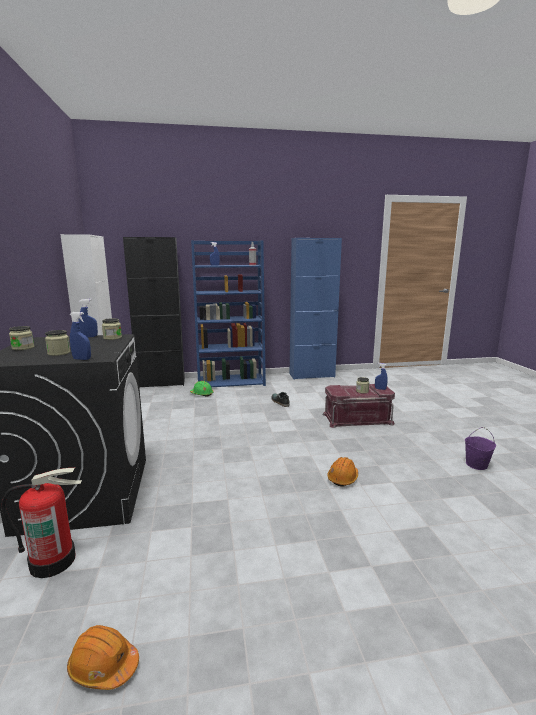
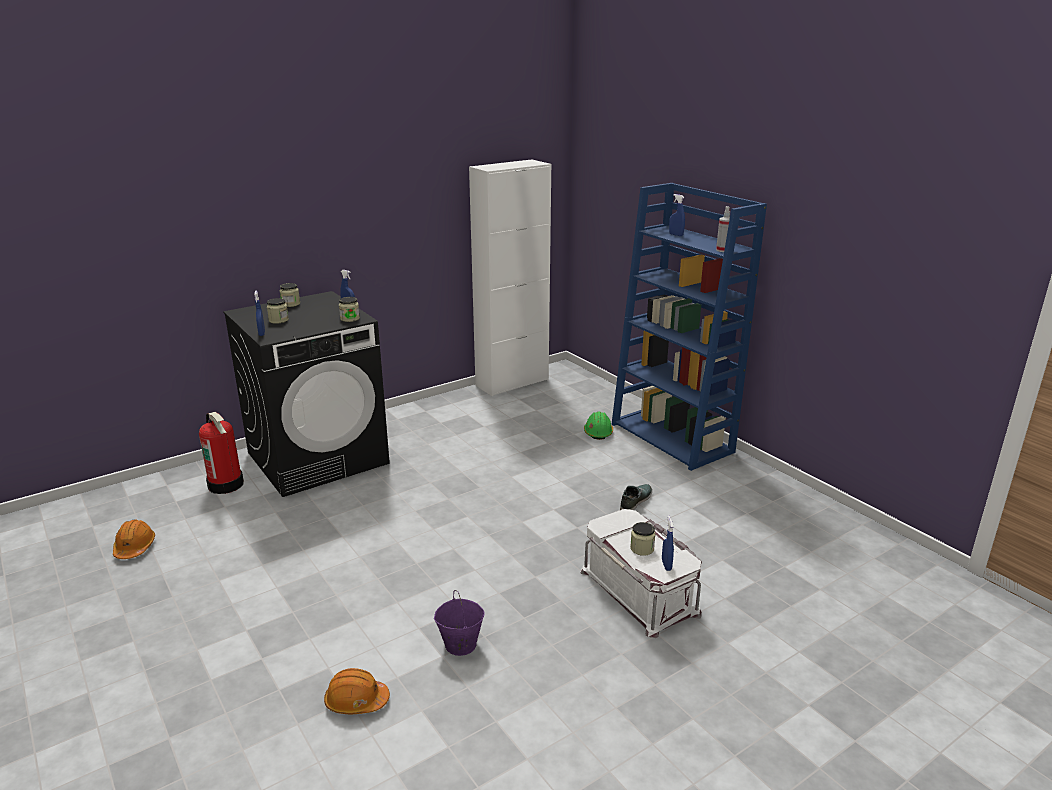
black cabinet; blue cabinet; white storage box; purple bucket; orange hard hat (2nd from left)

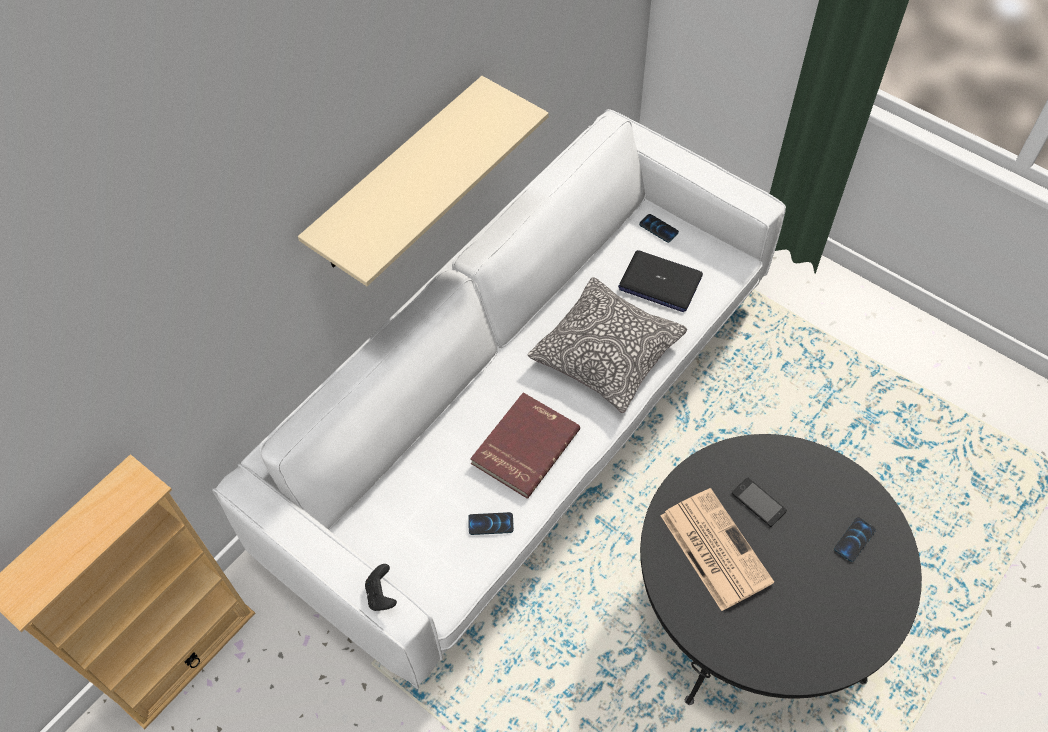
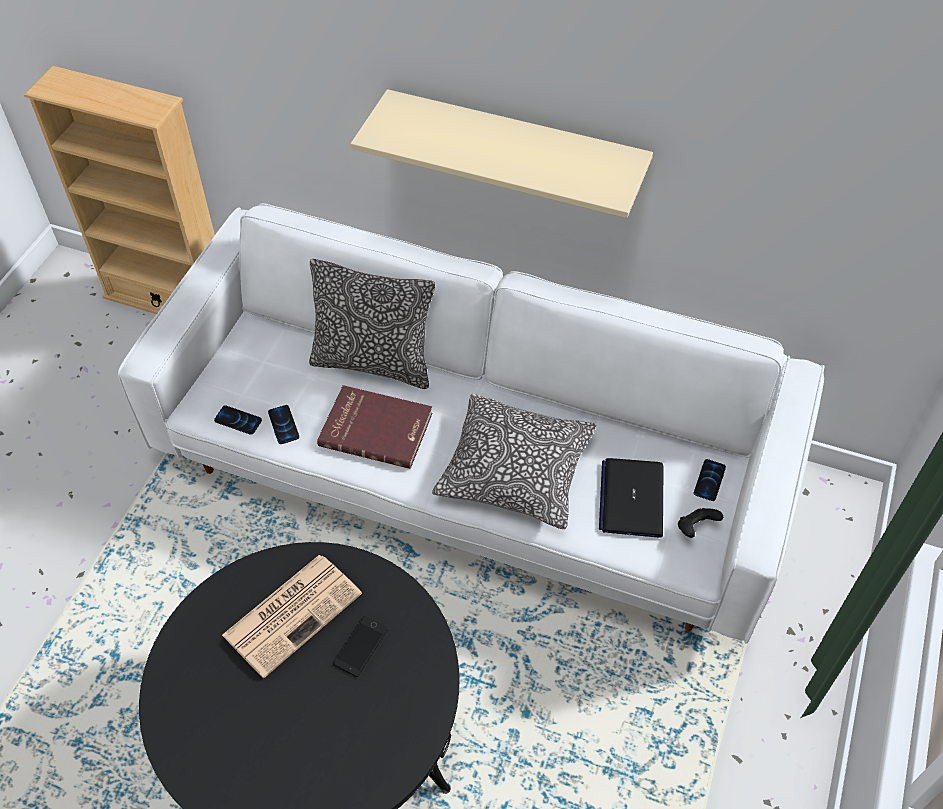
phone (1st from left); black game controller; pillow (1st from left)

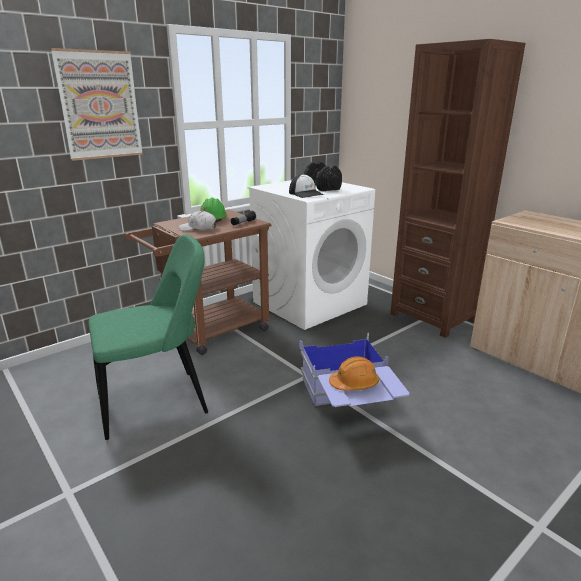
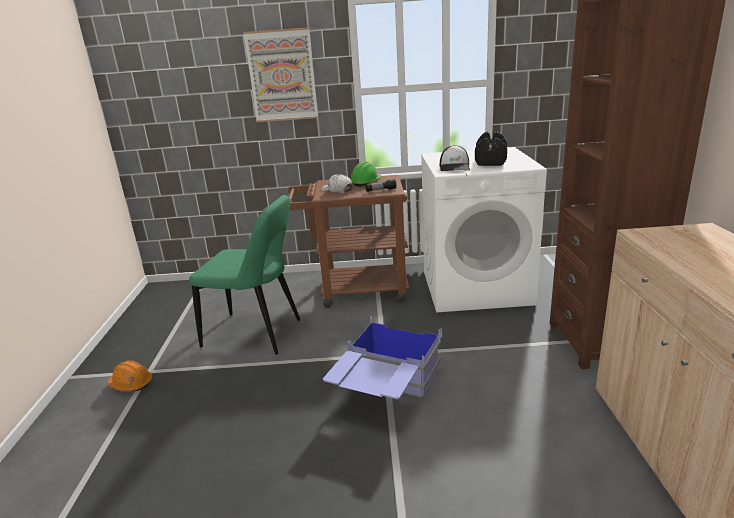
orange hard hat

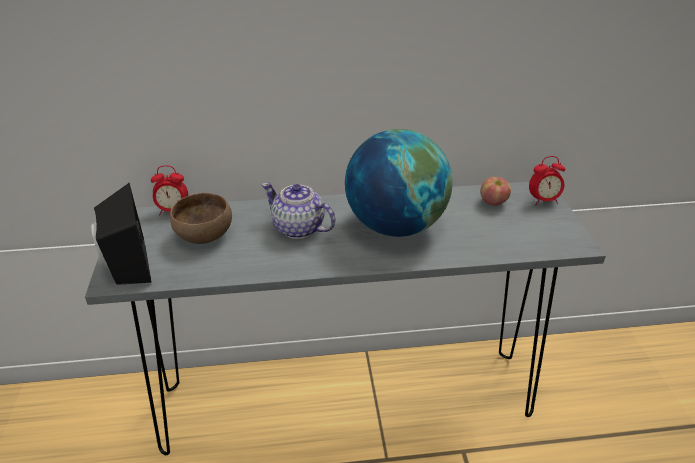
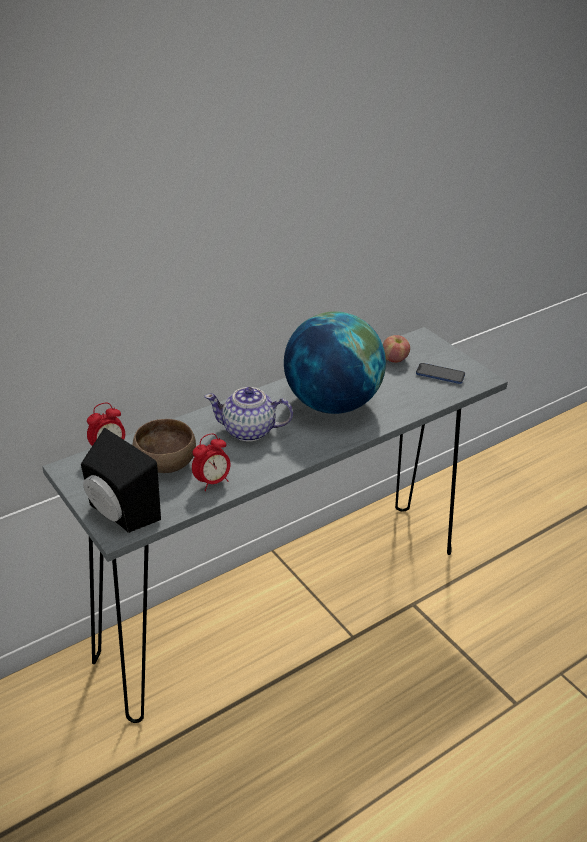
alarm clock (2nd from left); phone

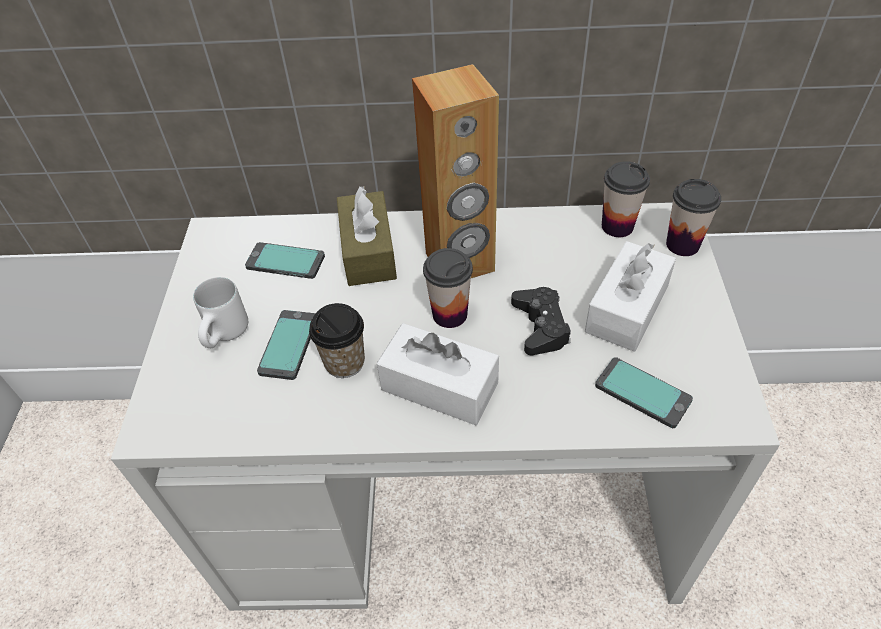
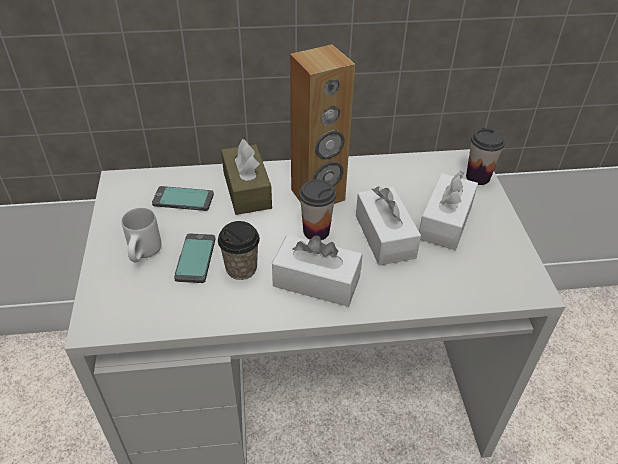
cup (3rd from left in the first image); white tissue box (2nd from left); phone (3rd from left in the first image)

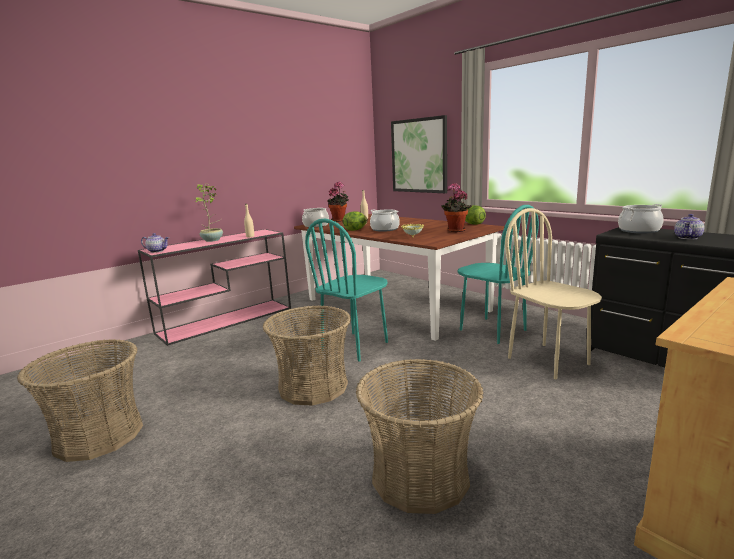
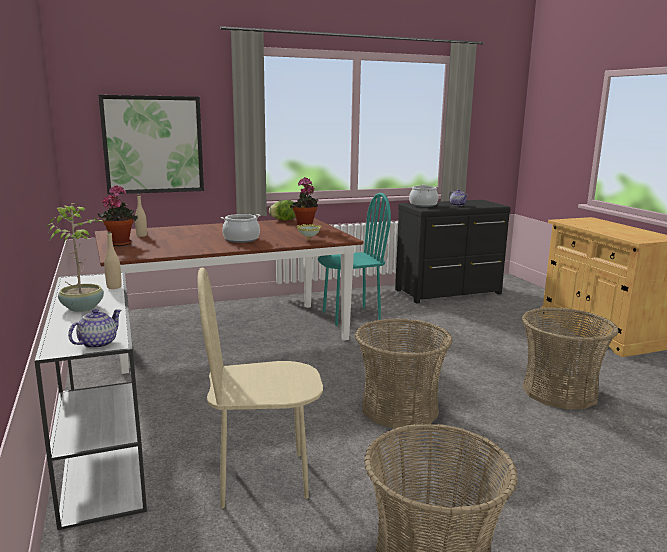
cooking pot (1st from left in the first image); beige chair; lettuce (1st from left in the first image); turquoise chair (1st from left in the first image); white console table

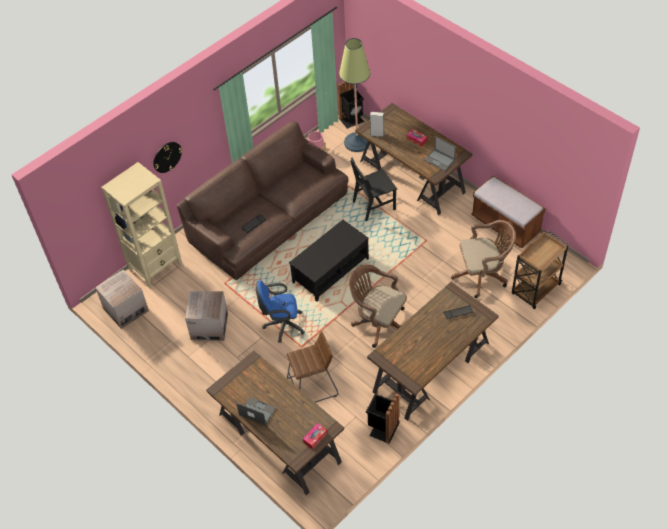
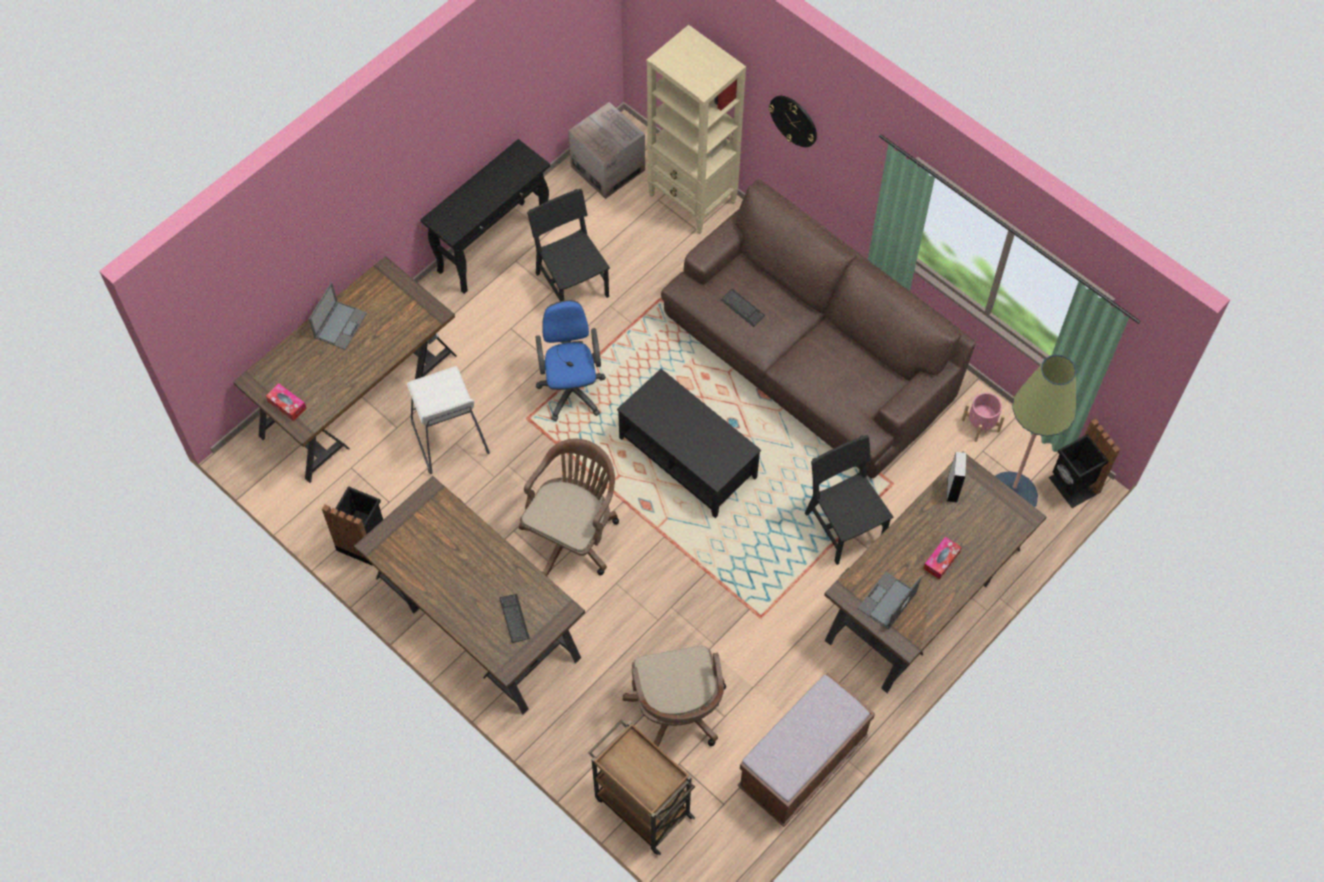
black chair (1st from left); white stool; black console table

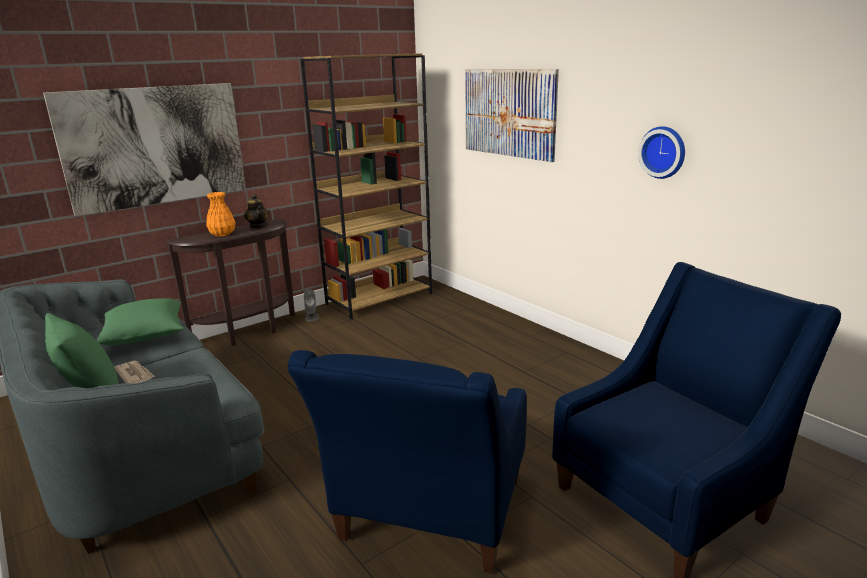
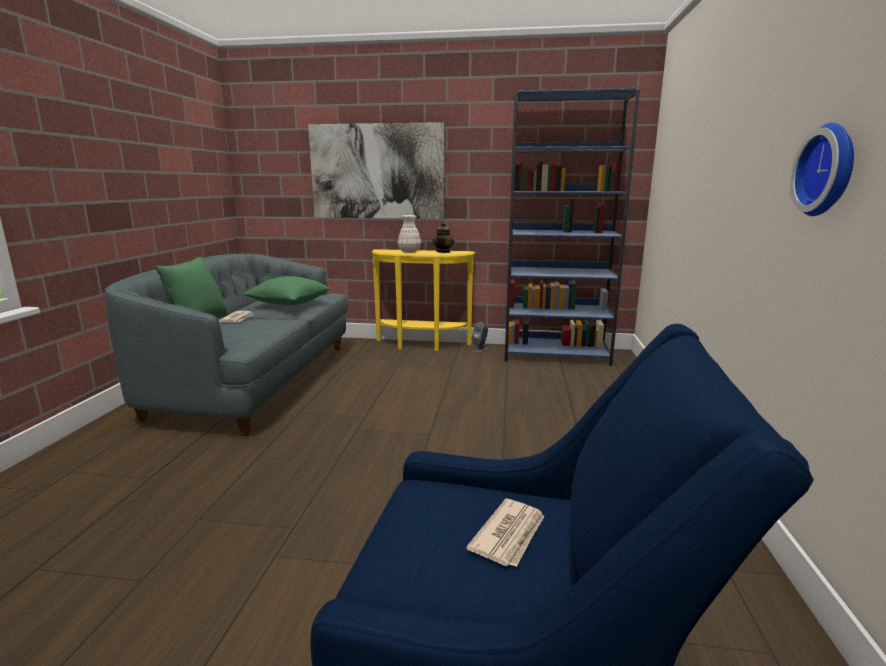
blue bookcase; picture (2nd from left in the first image); white vase; yellow console table; blue armchair (1st from left in the first image); newspaper (2nd from left)

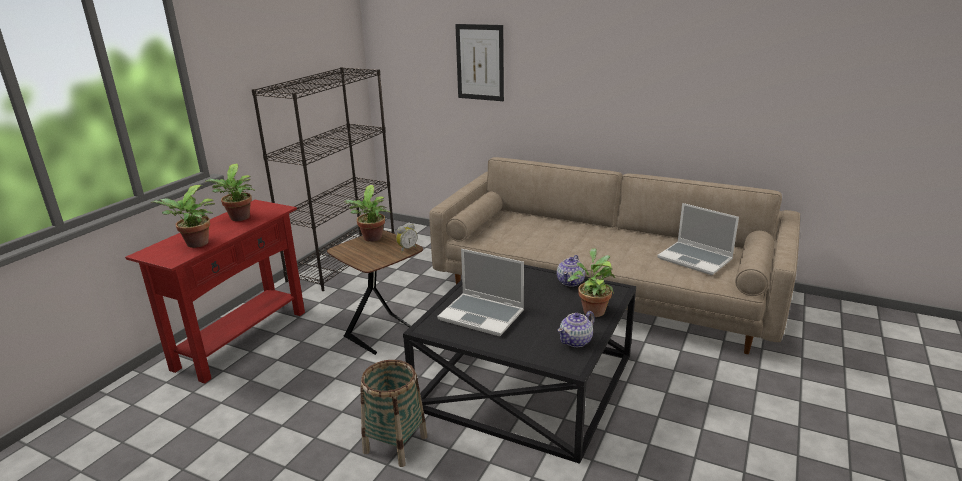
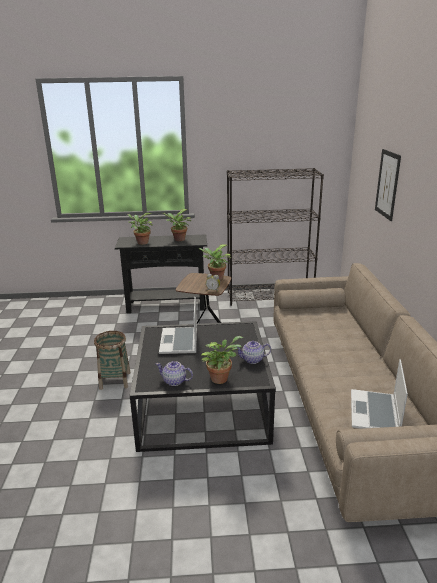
black console table

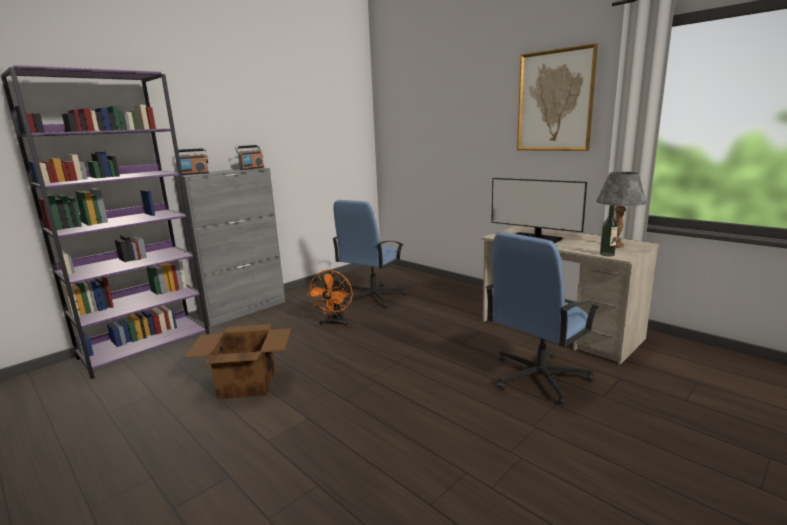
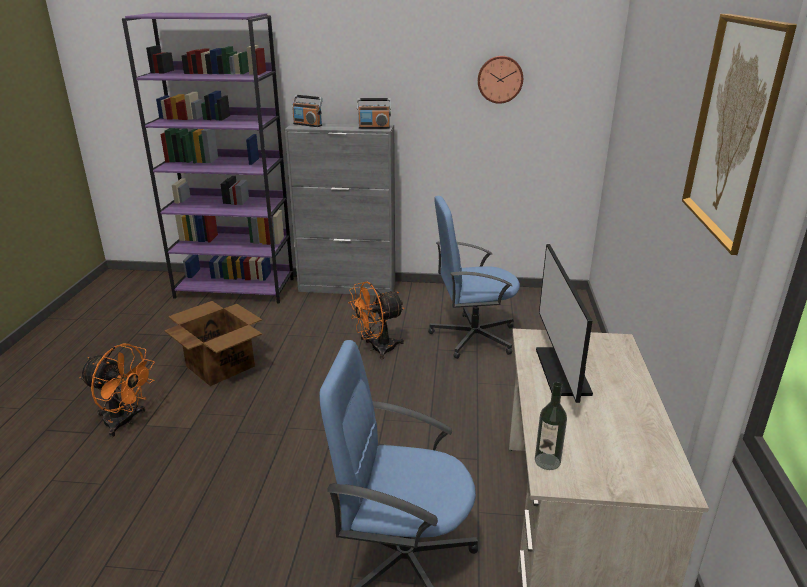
grey table lamp; wall clock; orange fan (1st from left)

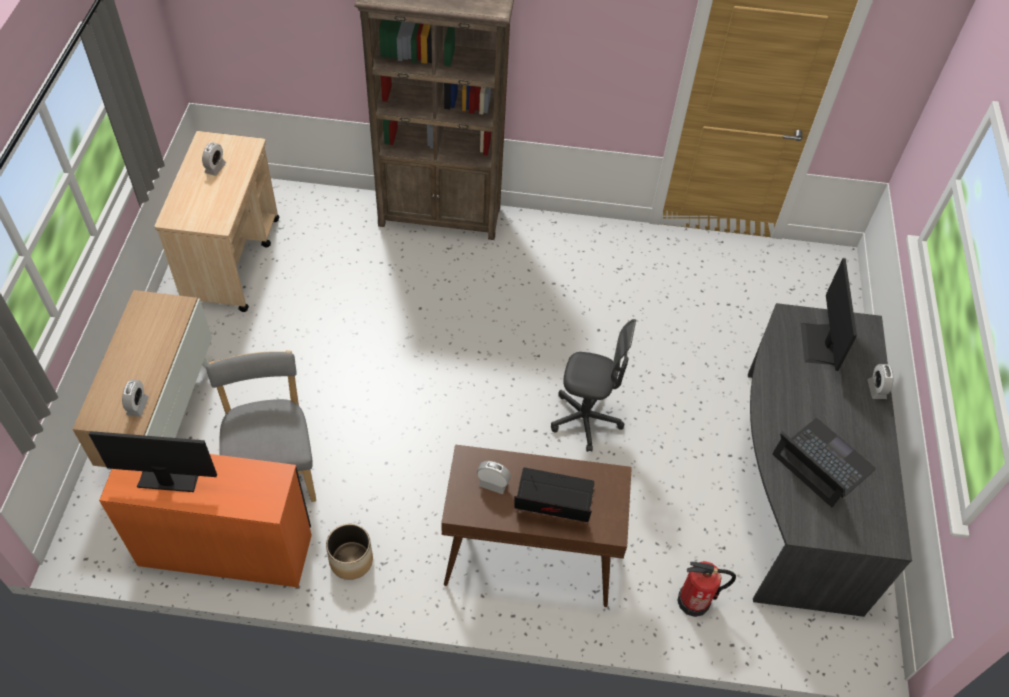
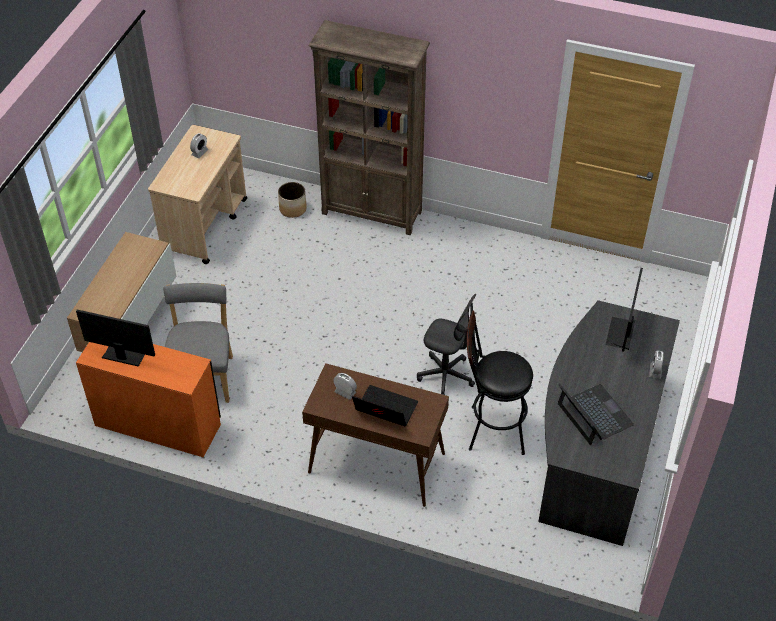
alarm clock (1st from left in the first image); planter; fire extinguisher; black stool

